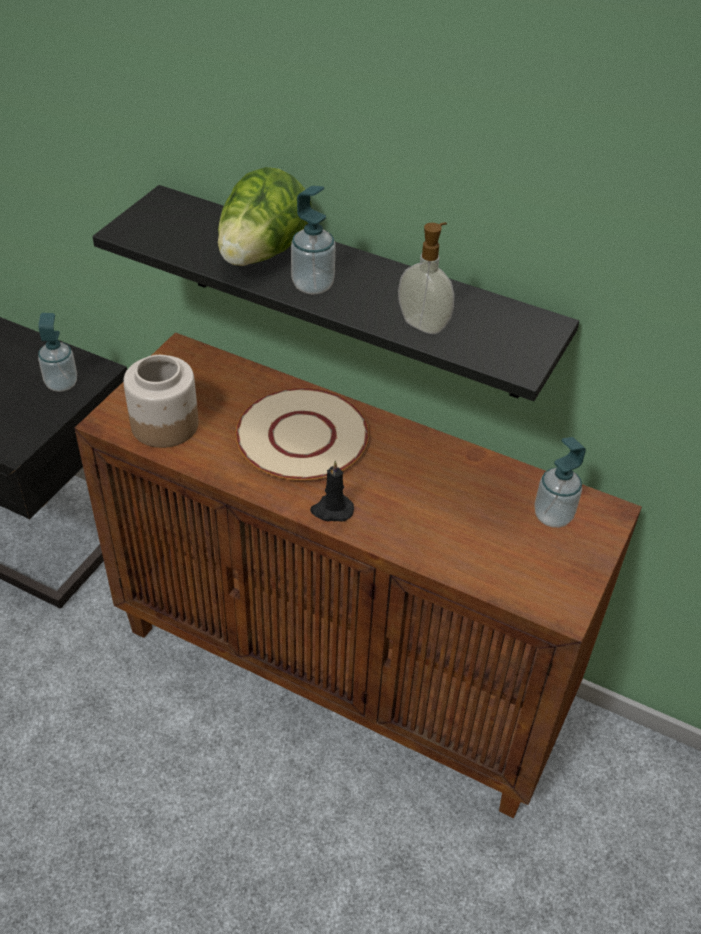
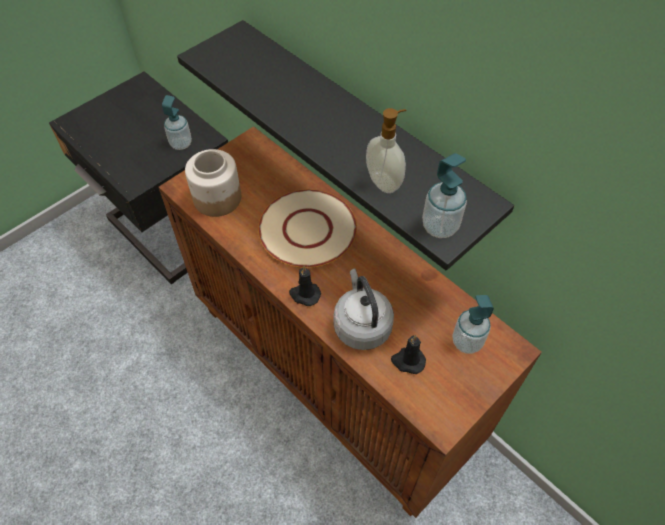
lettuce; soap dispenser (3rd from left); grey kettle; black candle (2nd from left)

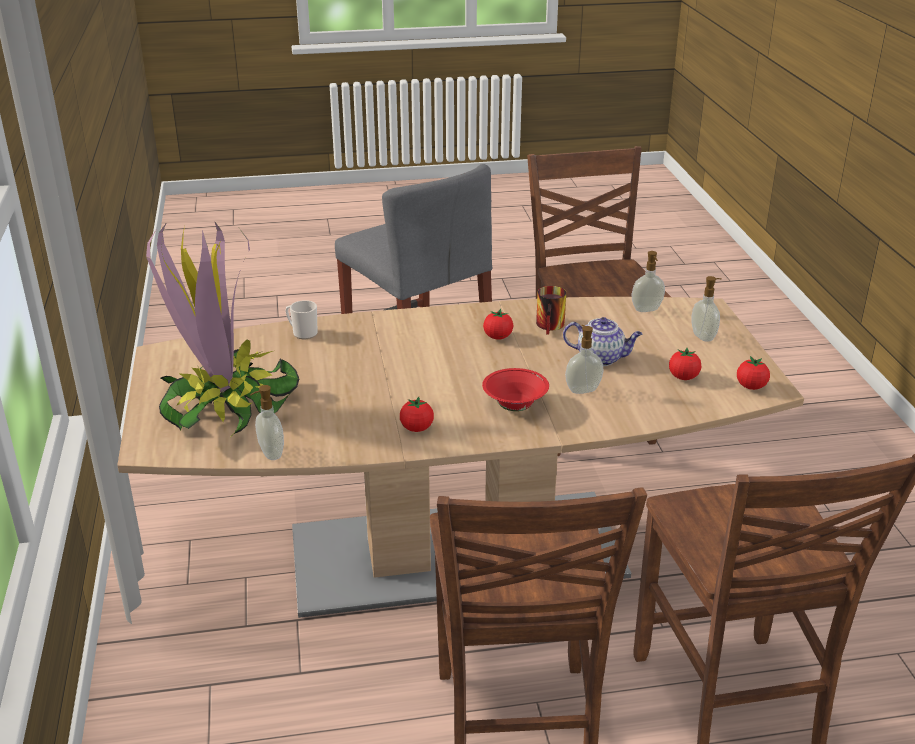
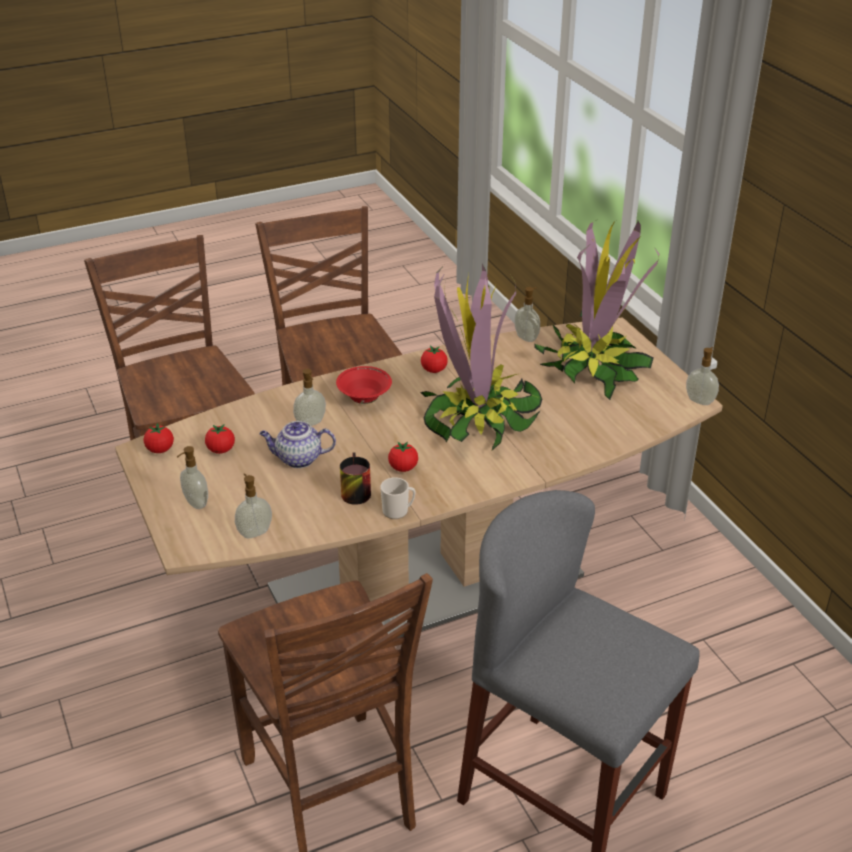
mug (2nd from left); potted plant (1st from left); soap dispenser (5th from left)

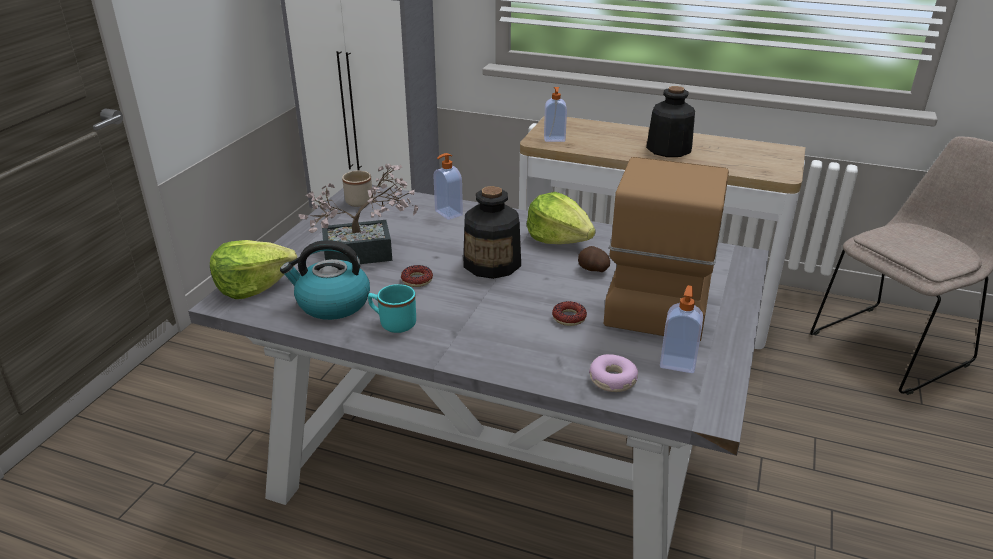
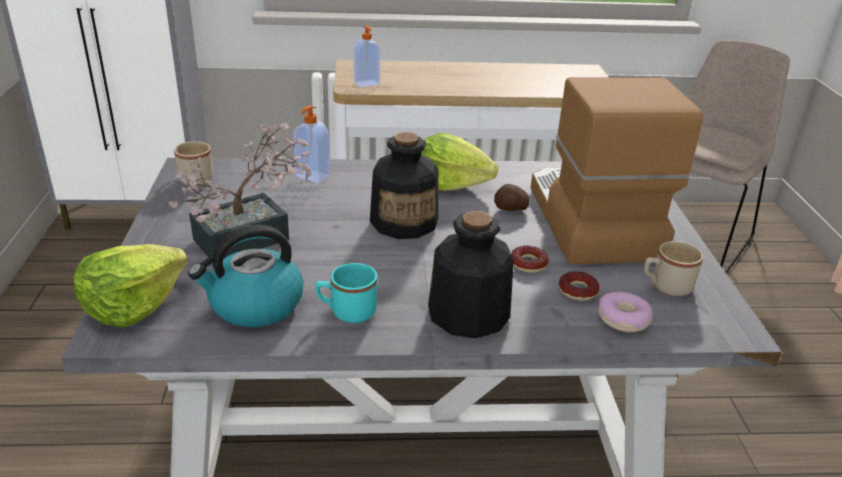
bottle (2nd from left); donut (2nd from left); beige mug (2nd from left)

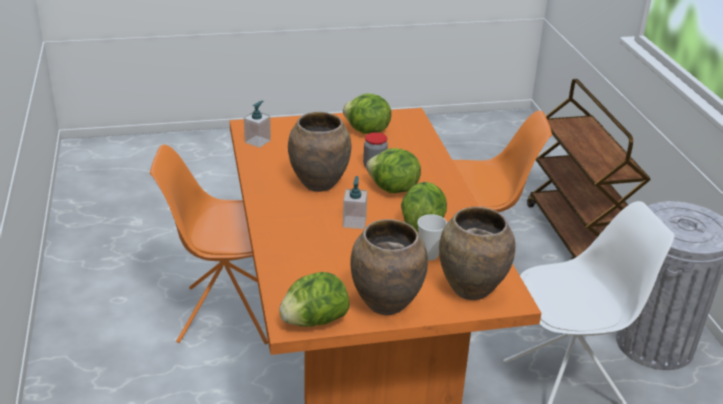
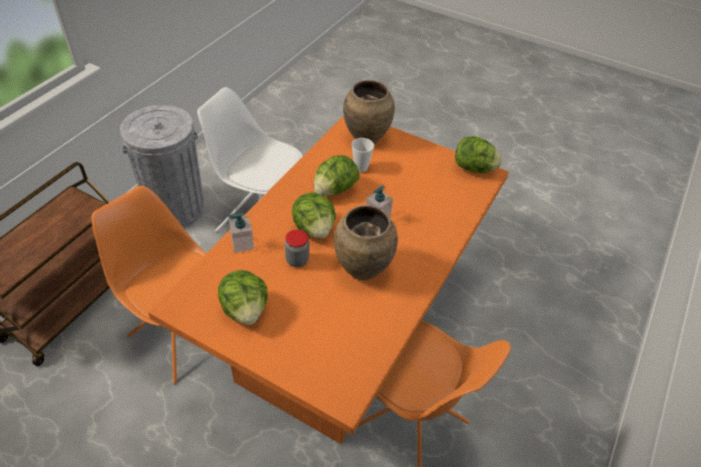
soap dispenser (1st from left); brown vase (2nd from left in the first image)

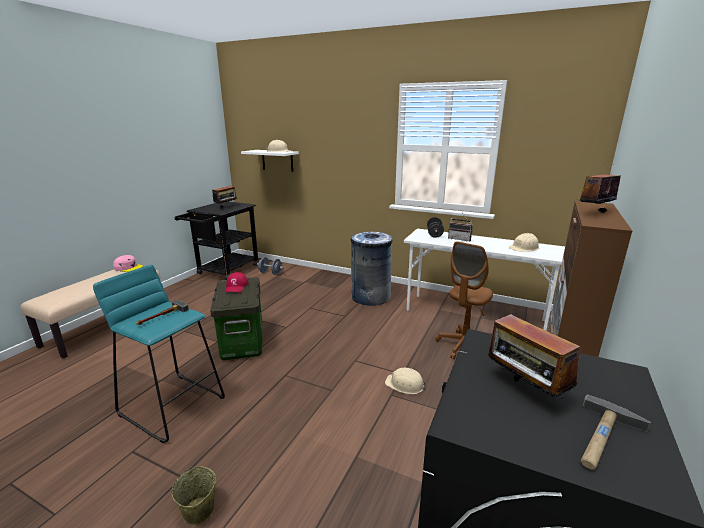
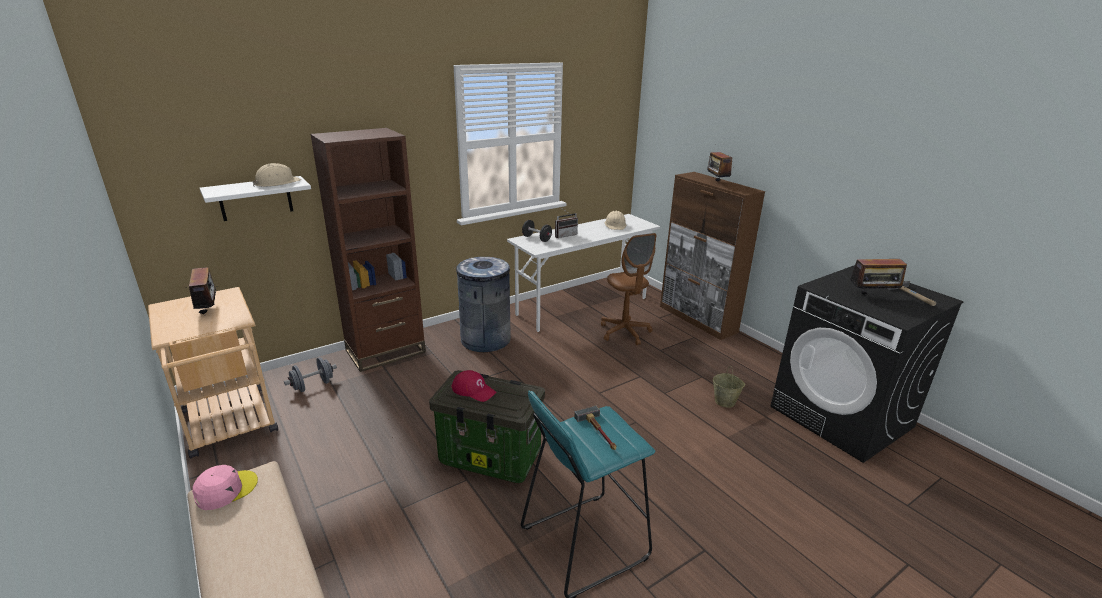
beige cart; beige hard hat (2nd from left in the first image); beige bucket; brown bookcase

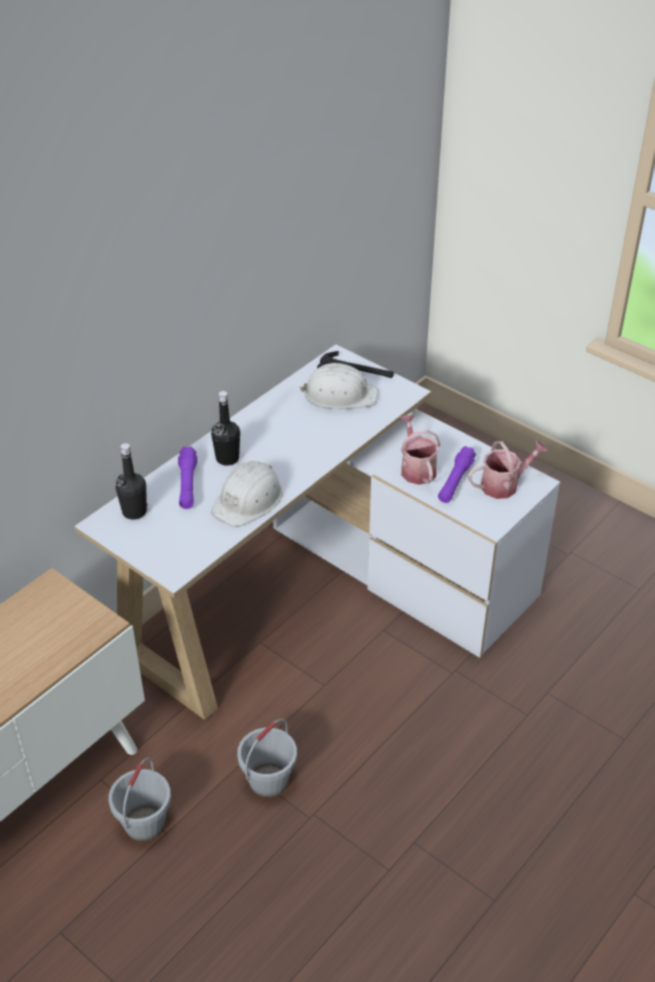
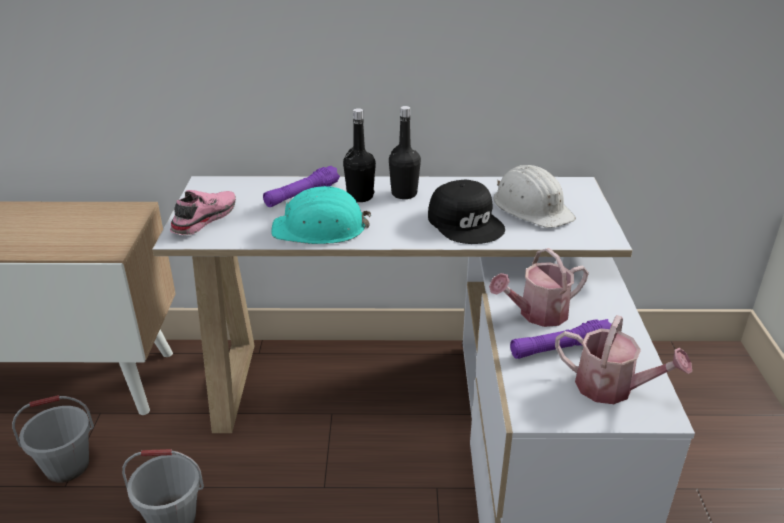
hammer; watering can (1st from left); black bottle (2nd from left); turquoise hard hat; black cap; pink shoe

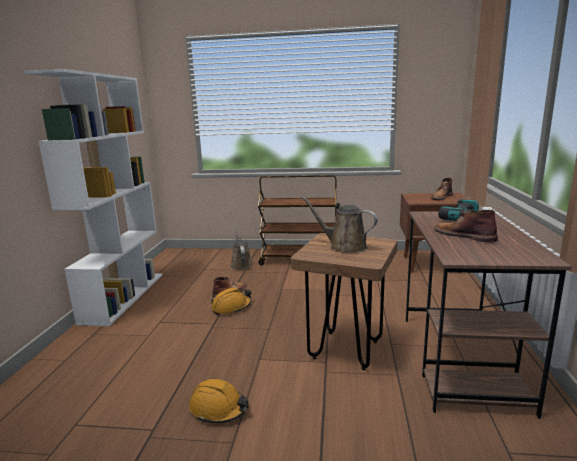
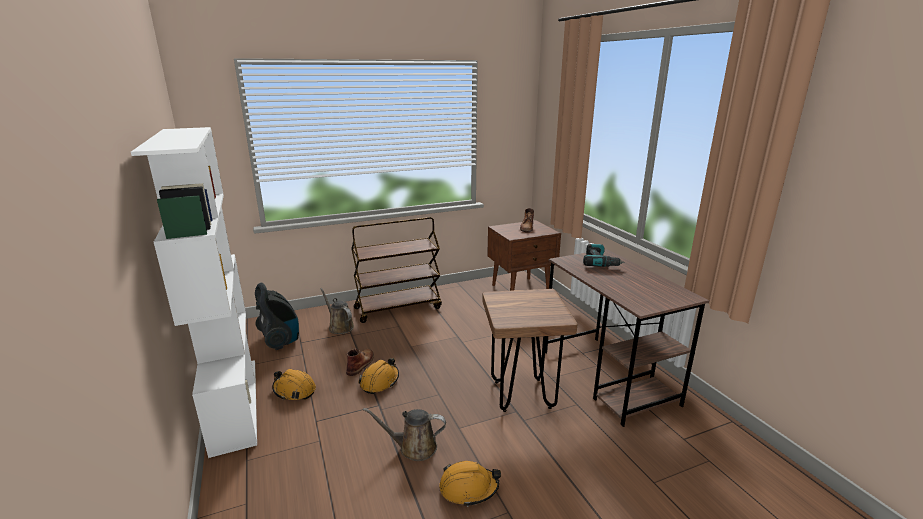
brown watering can (2nd from left); brown boot (3rd from left in the first image); vacuum cleaner; orange hard hat (1st from left)

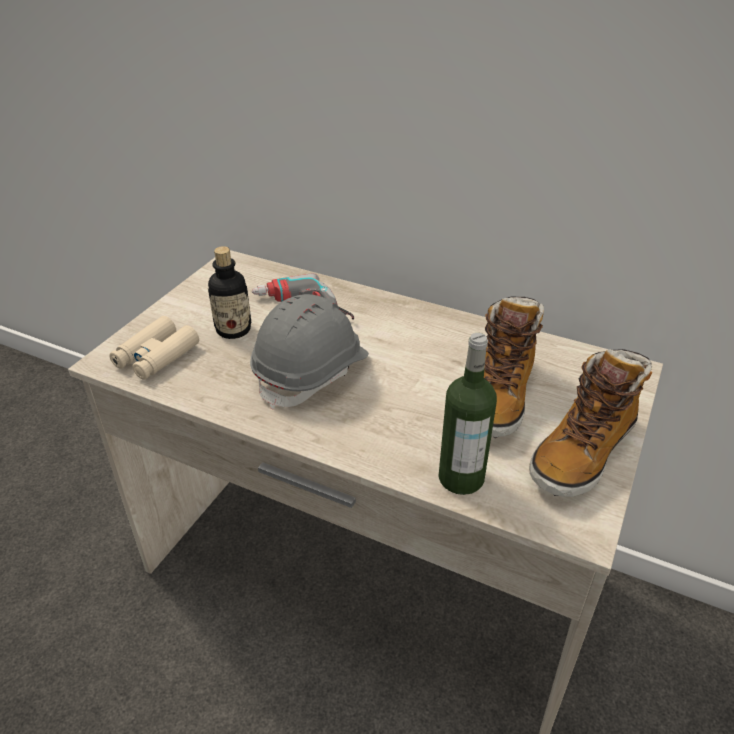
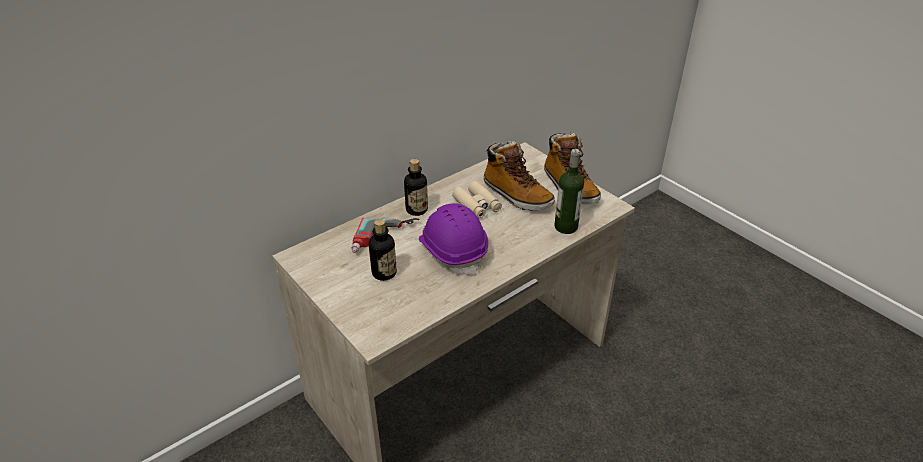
purple hard hat; beige binoculars; bottle (2nd from left)

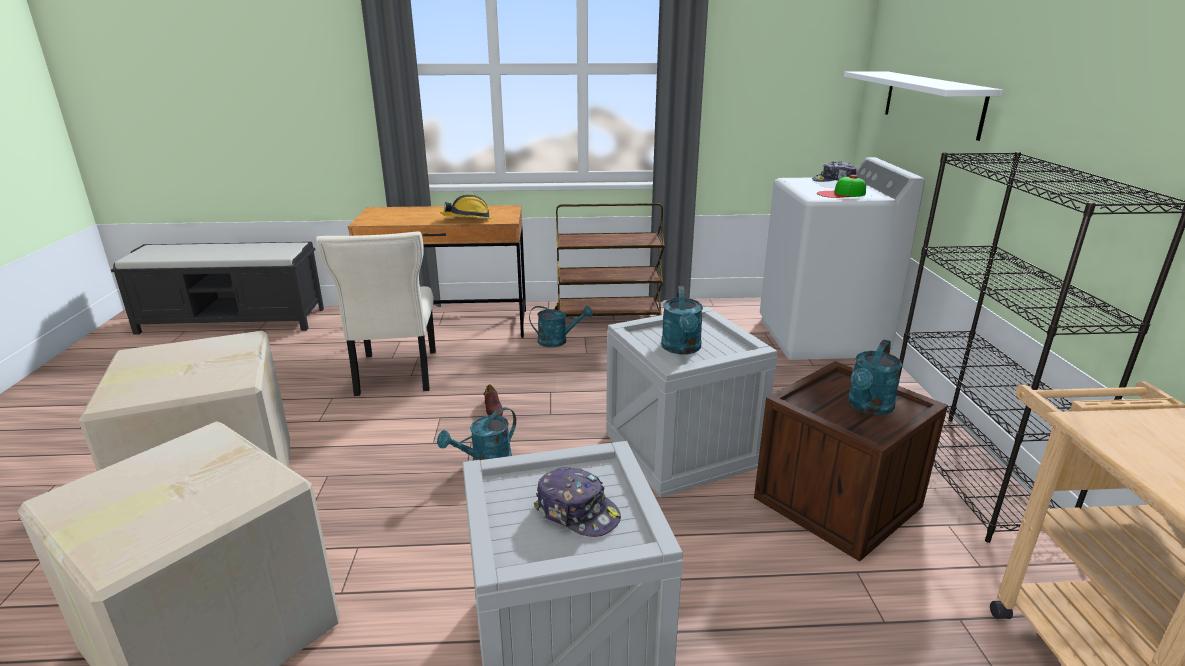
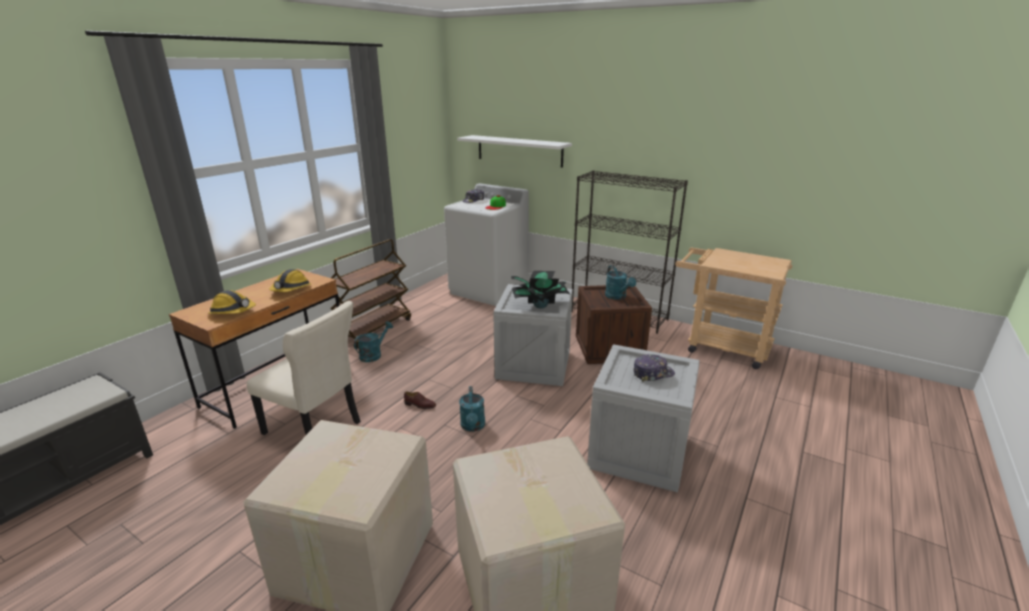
potted plant; hard hat (1st from left)

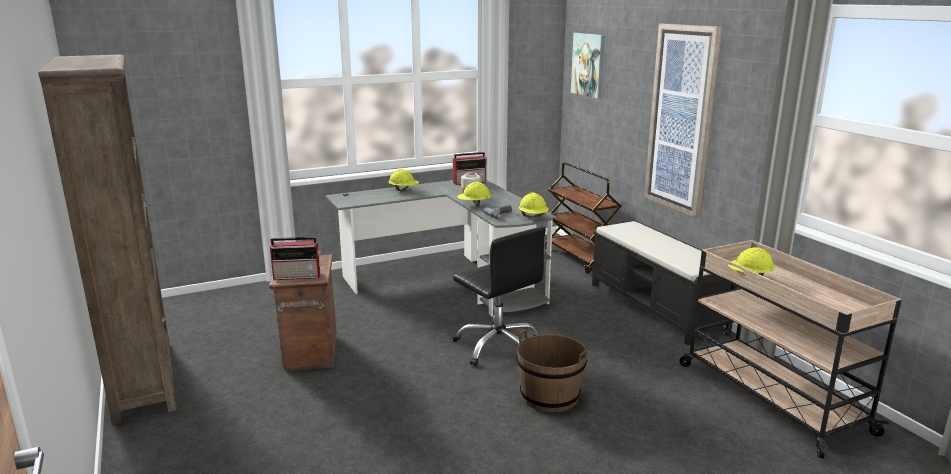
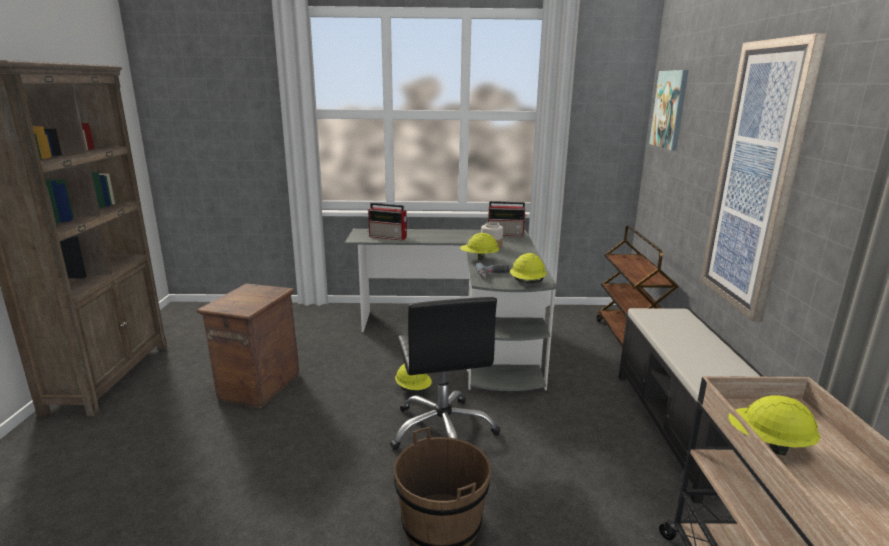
yellow hard hat (1st from left); radio (1st from left)

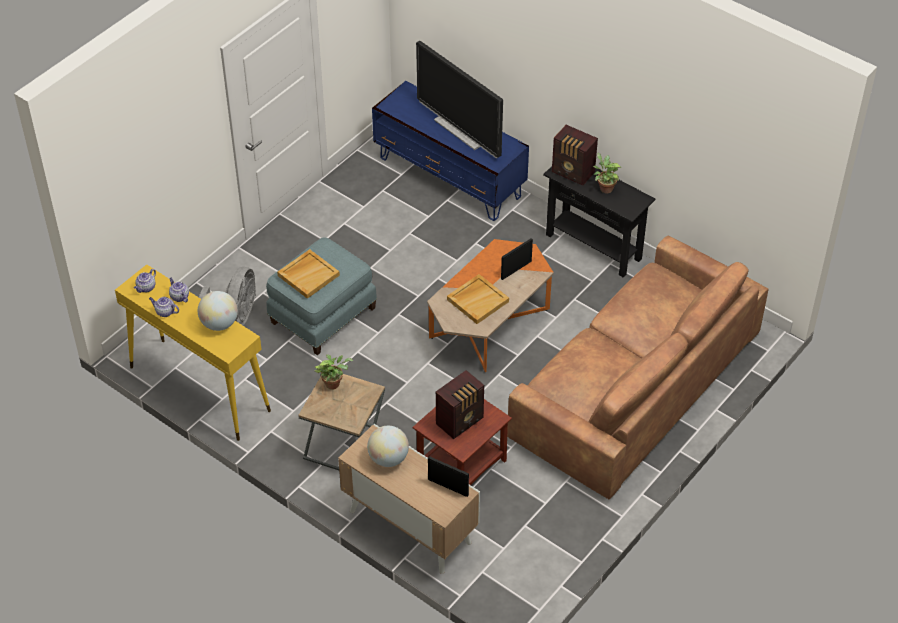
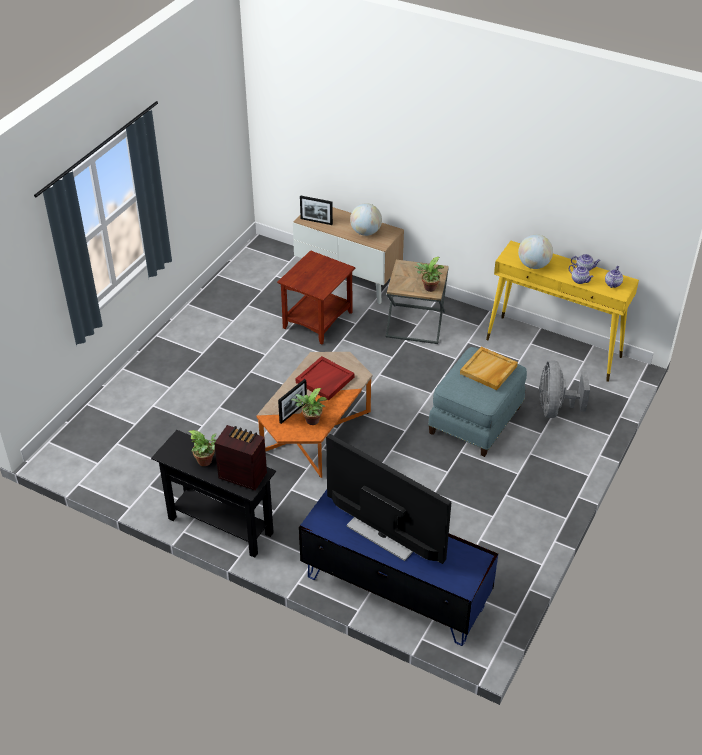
brown sofa; red tray; radio (1st from left in the first image); potted plant (2nd from left)

